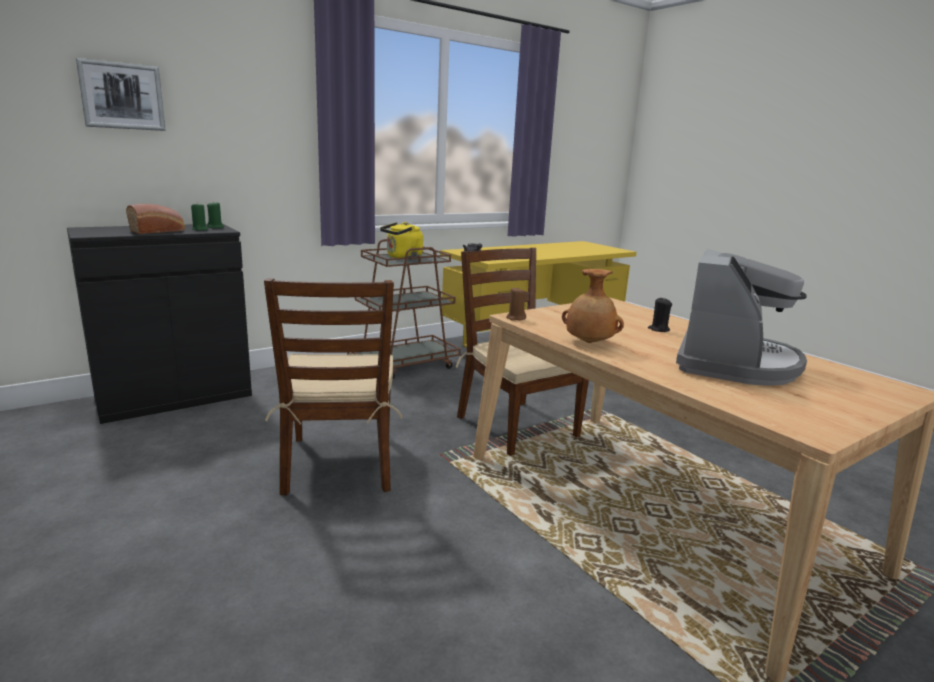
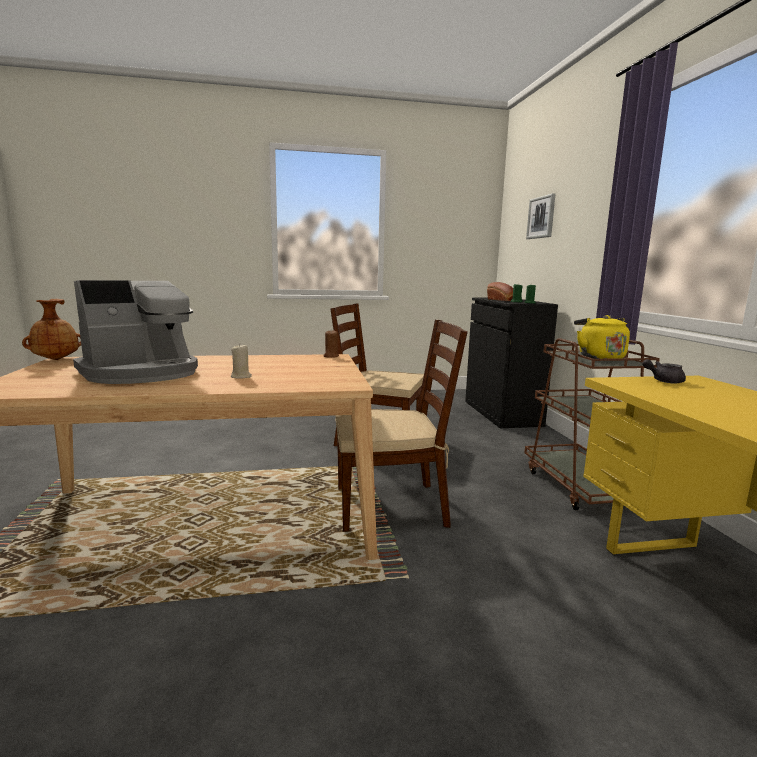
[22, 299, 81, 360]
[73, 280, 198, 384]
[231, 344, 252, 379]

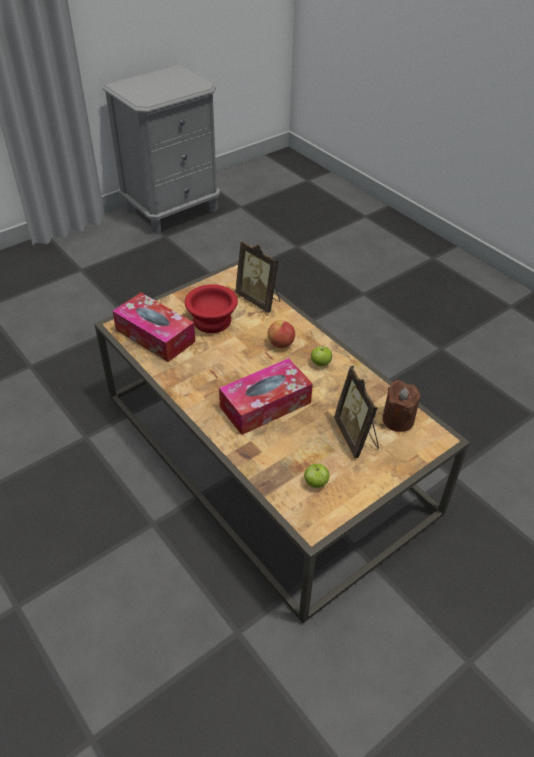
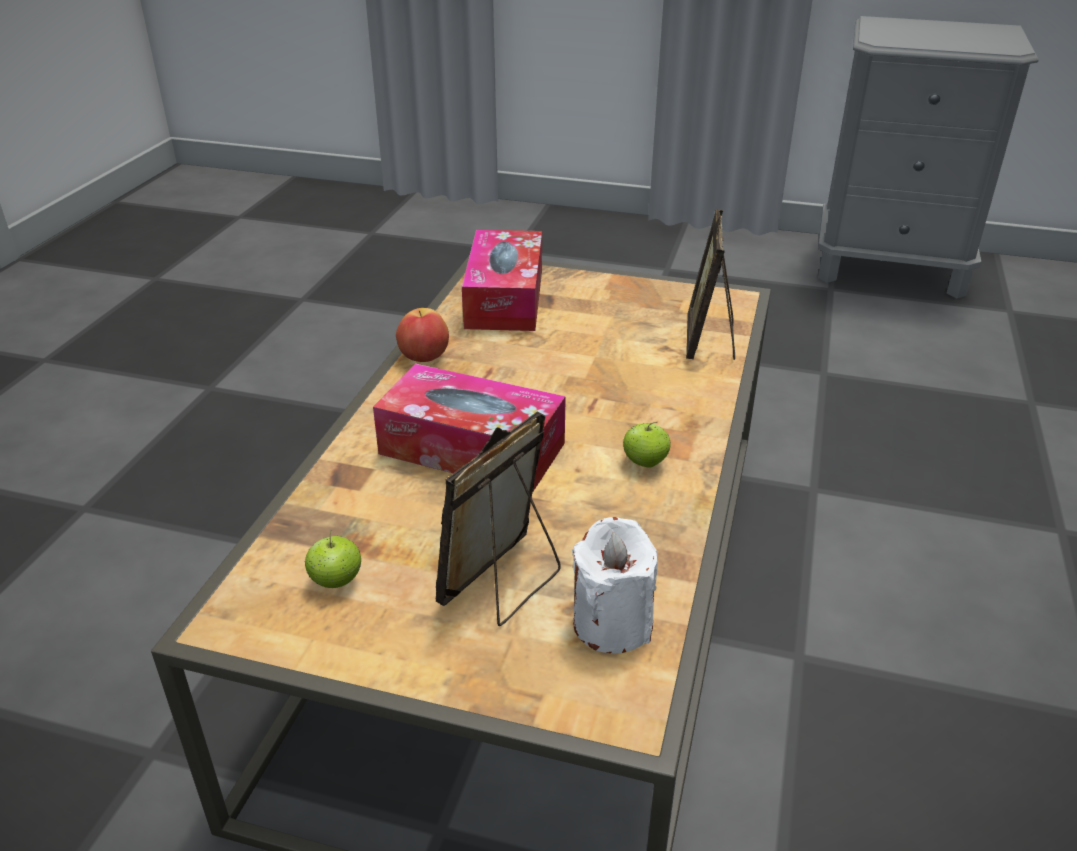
[396, 308, 449, 362]
[572, 517, 658, 653]
[185, 284, 238, 333] (first image)

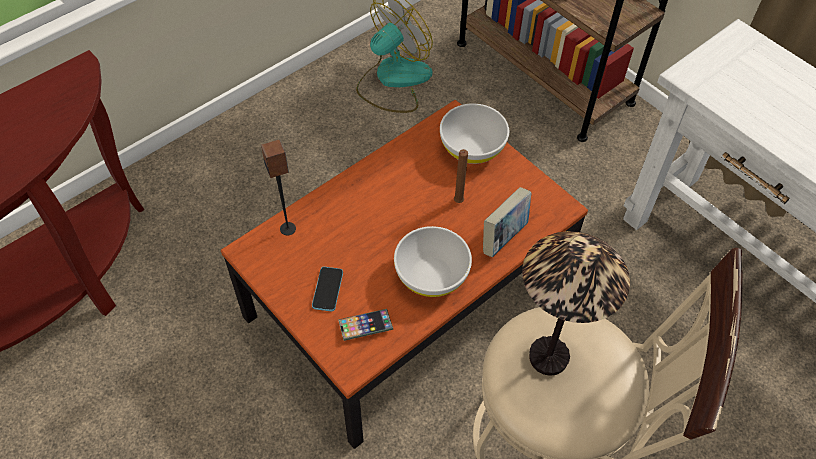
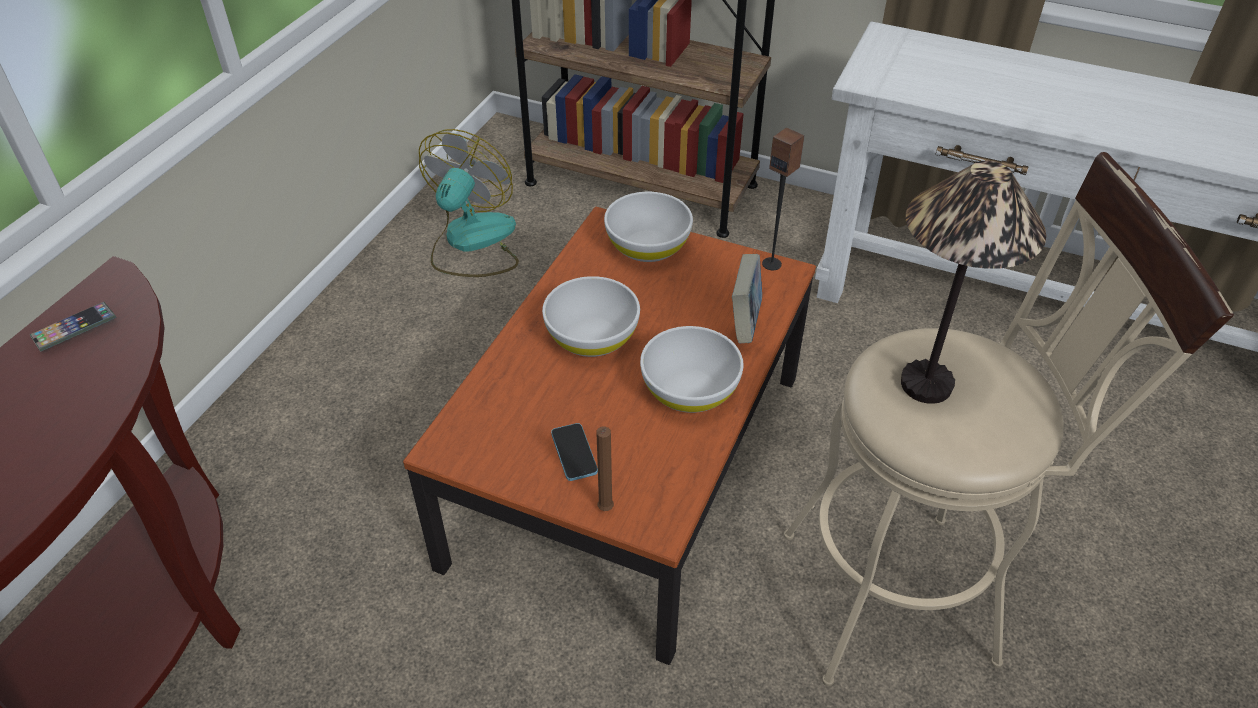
[29, 302, 117, 352]
[542, 276, 640, 357]
[596, 426, 614, 511]
[762, 128, 805, 270]

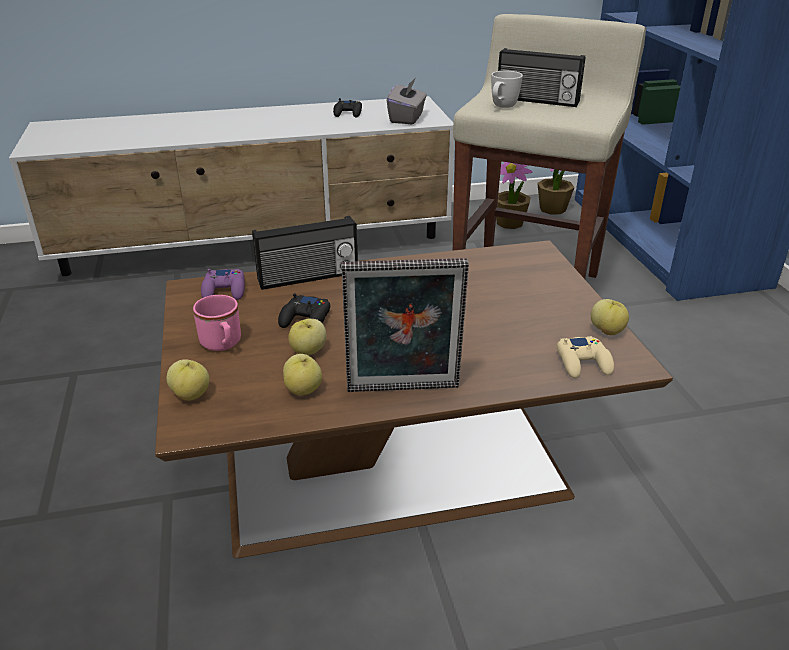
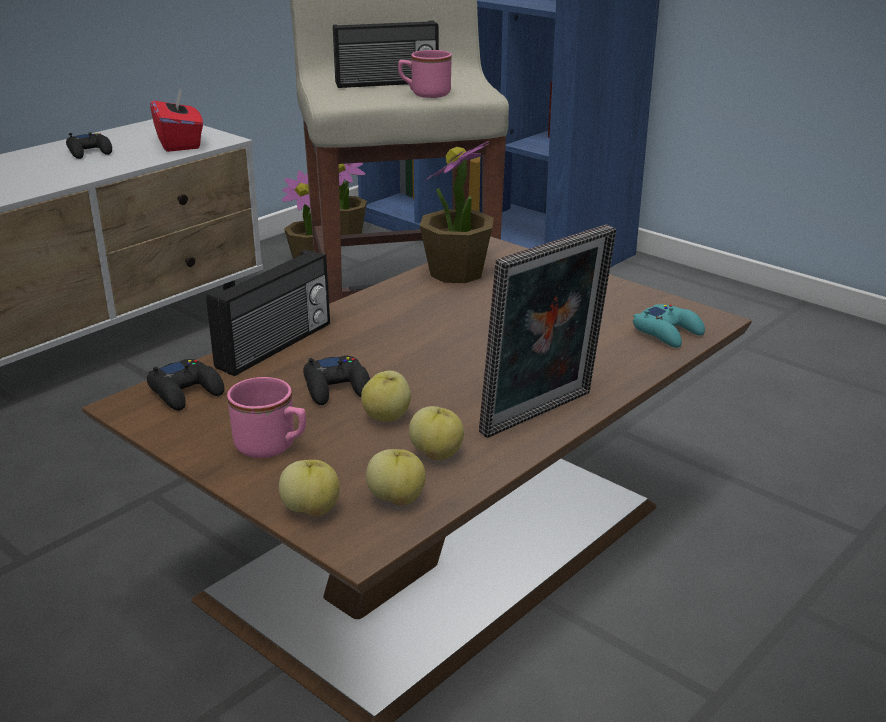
[147, 359, 224, 411]
[150, 88, 203, 152]
[366, 449, 426, 505]
[398, 50, 452, 98]
[420, 141, 494, 283]
[633, 304, 705, 348]
[491, 71, 523, 108] (first image)

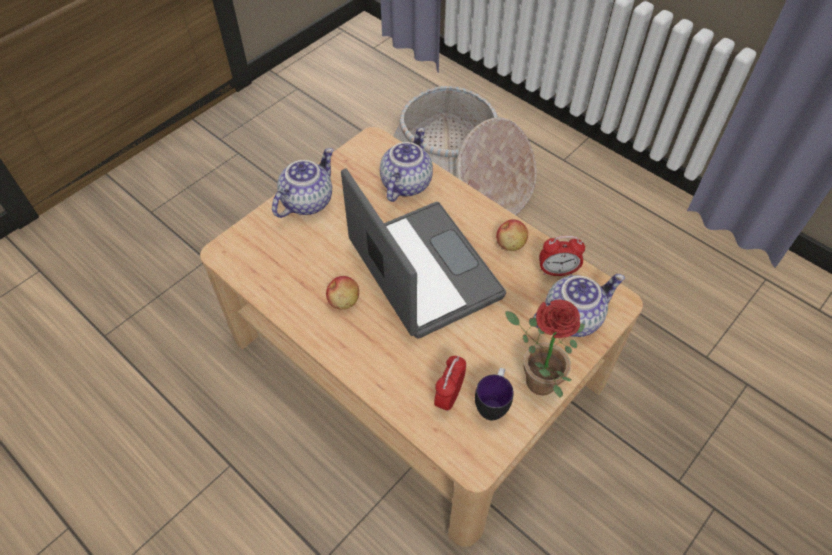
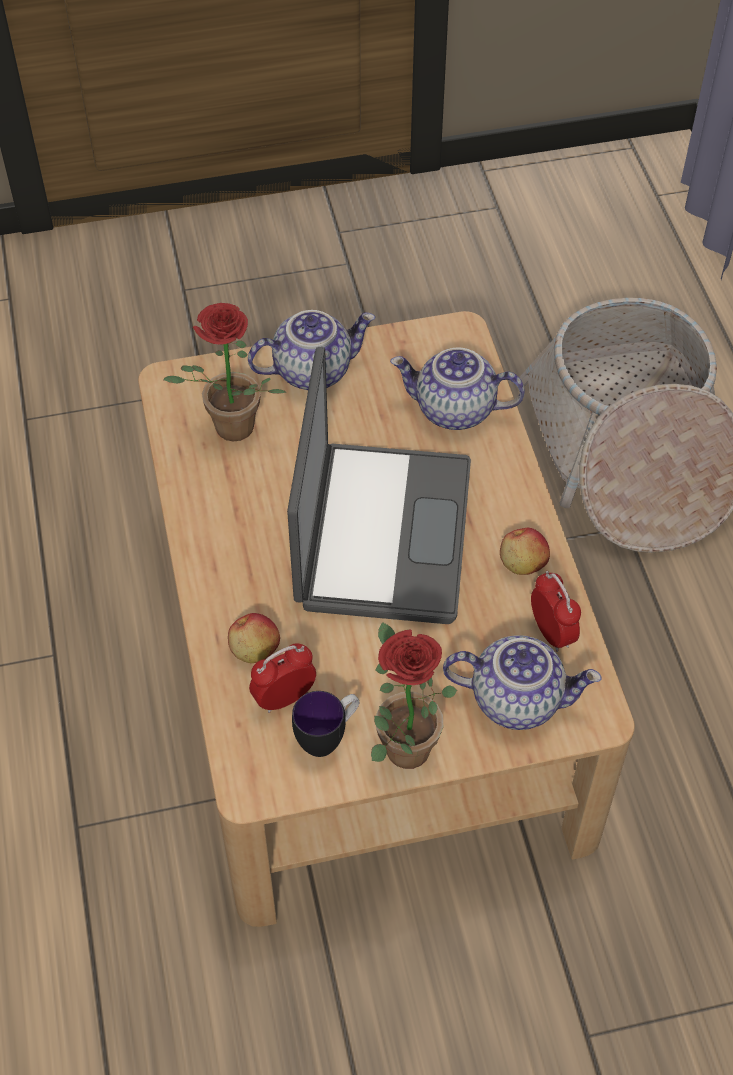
[164, 303, 286, 442]
[228, 613, 280, 663]
[390, 348, 525, 430]
[531, 571, 581, 652]

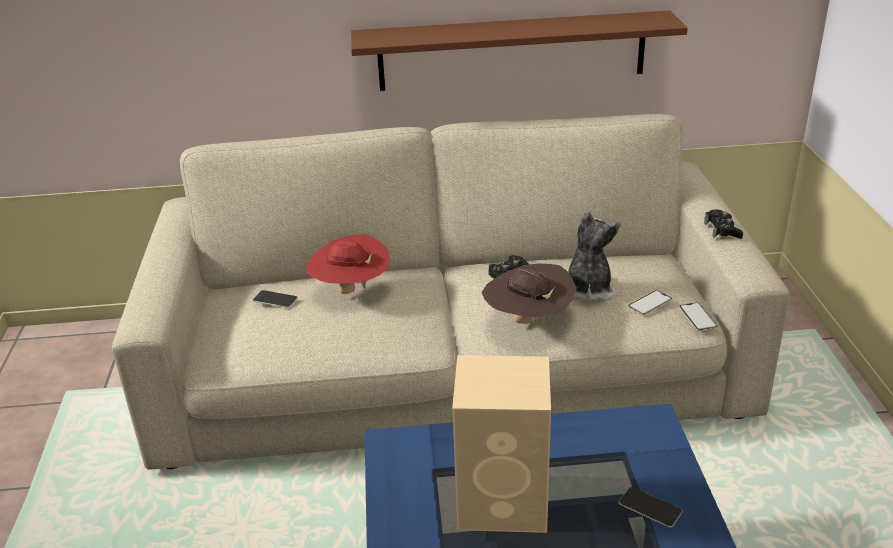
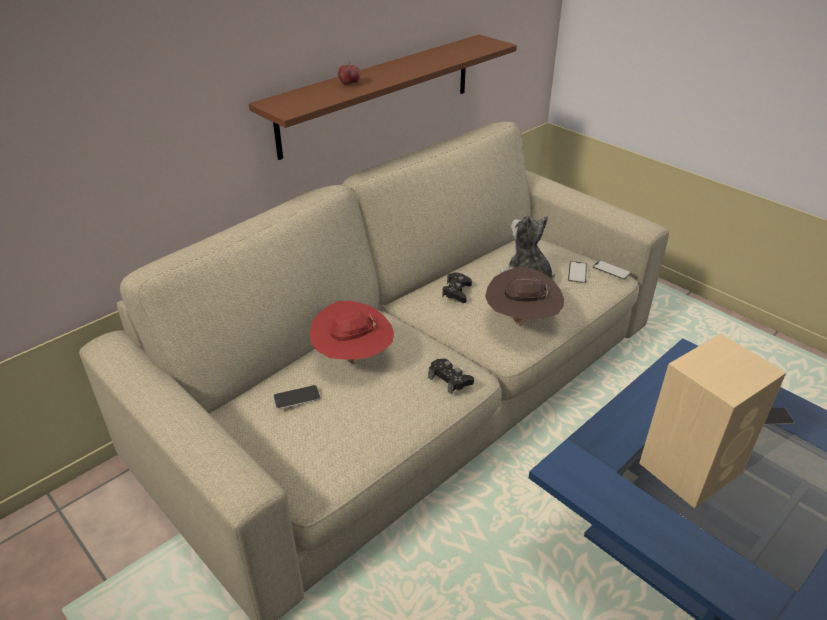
[338, 61, 360, 85]
[428, 359, 474, 394]

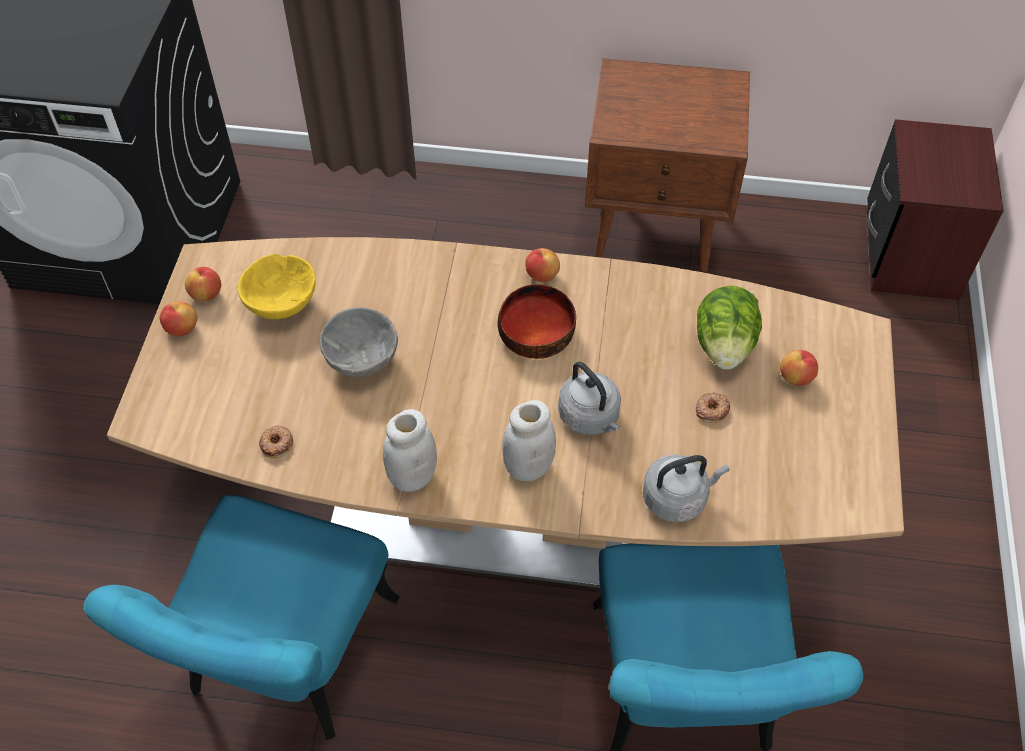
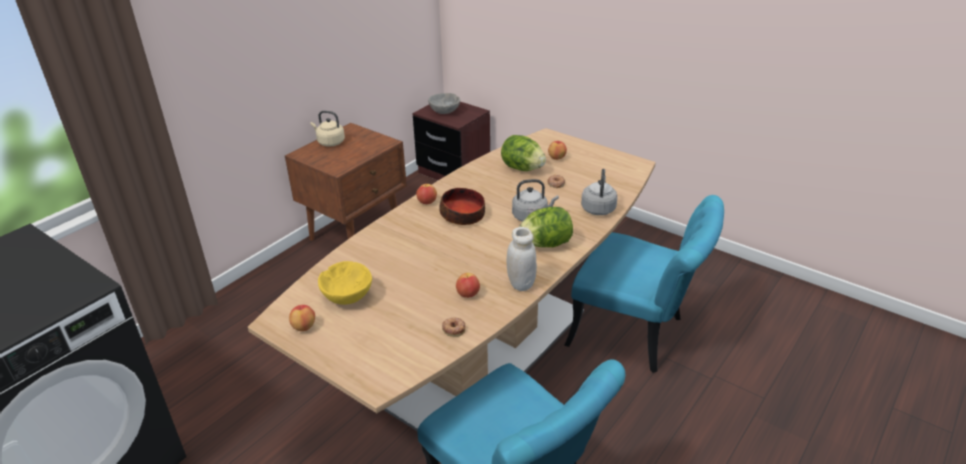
[310, 111, 345, 147]
[428, 93, 460, 114]
[456, 273, 480, 298]
[519, 207, 573, 247]

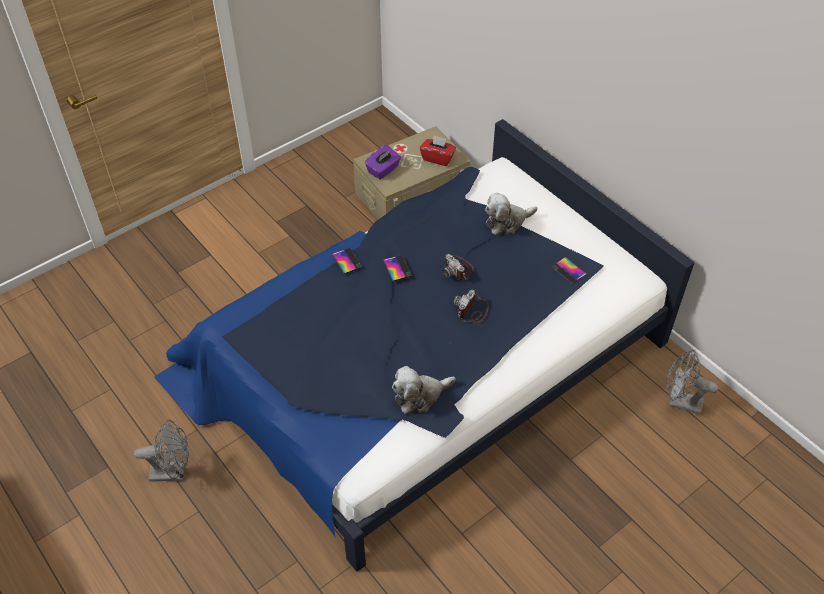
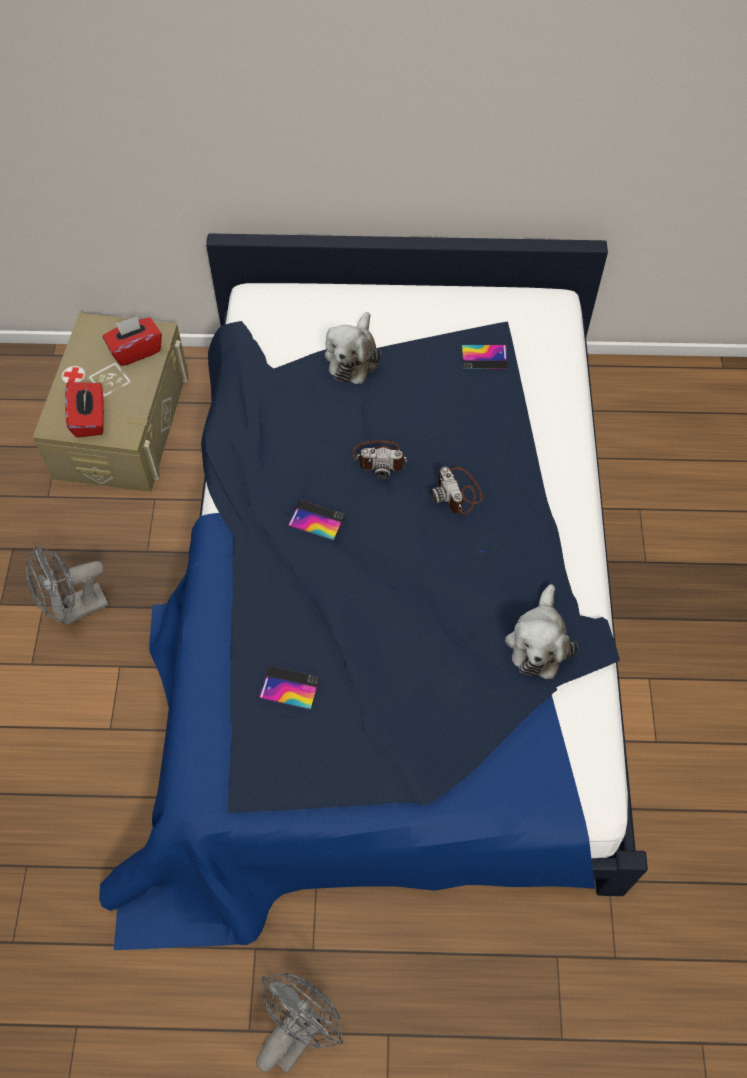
[26, 545, 109, 625]
[65, 382, 104, 438]
[259, 666, 320, 710]

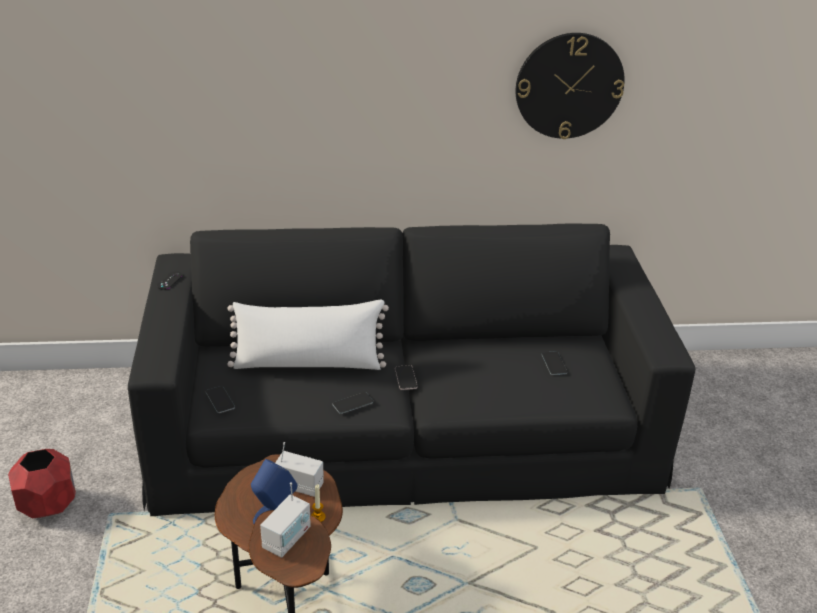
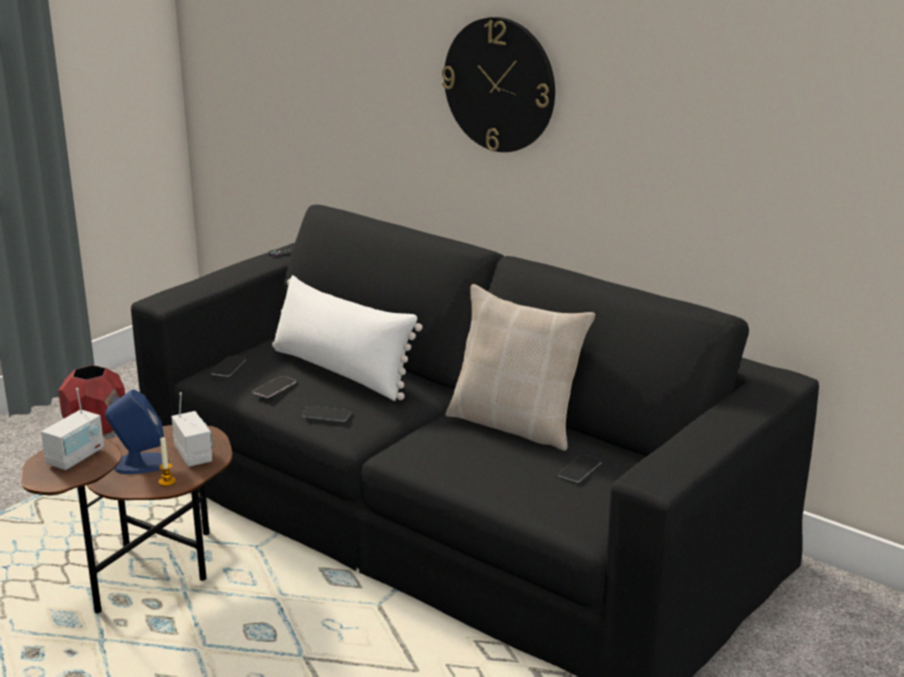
[41, 388, 104, 470]
[252, 376, 296, 398]
[442, 17, 555, 152]
[446, 284, 595, 451]

